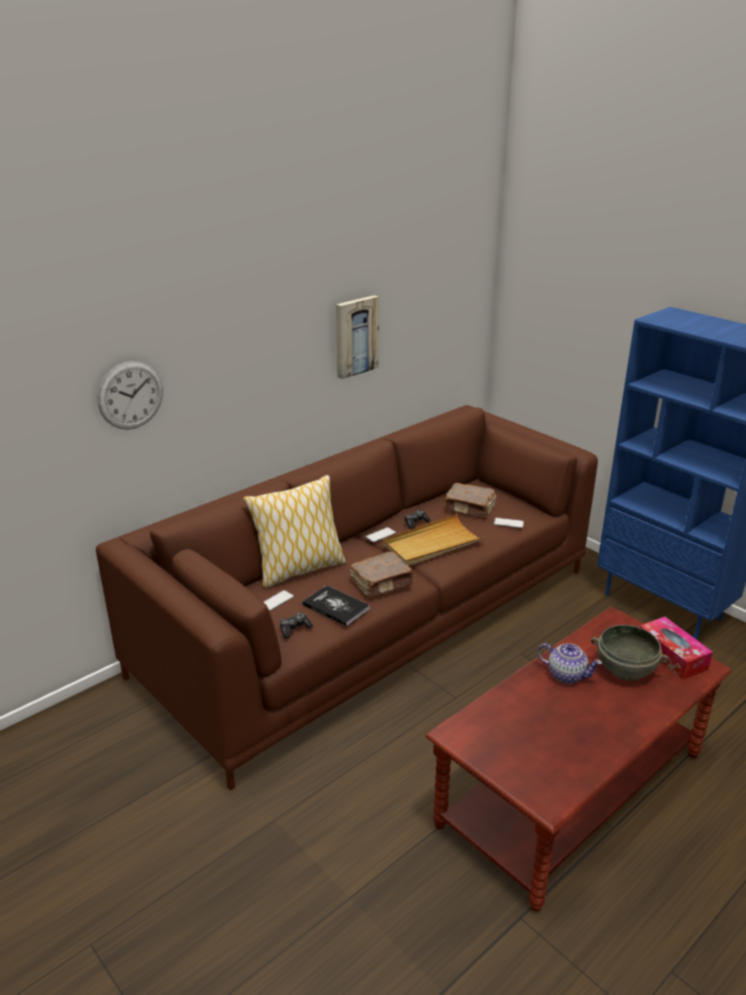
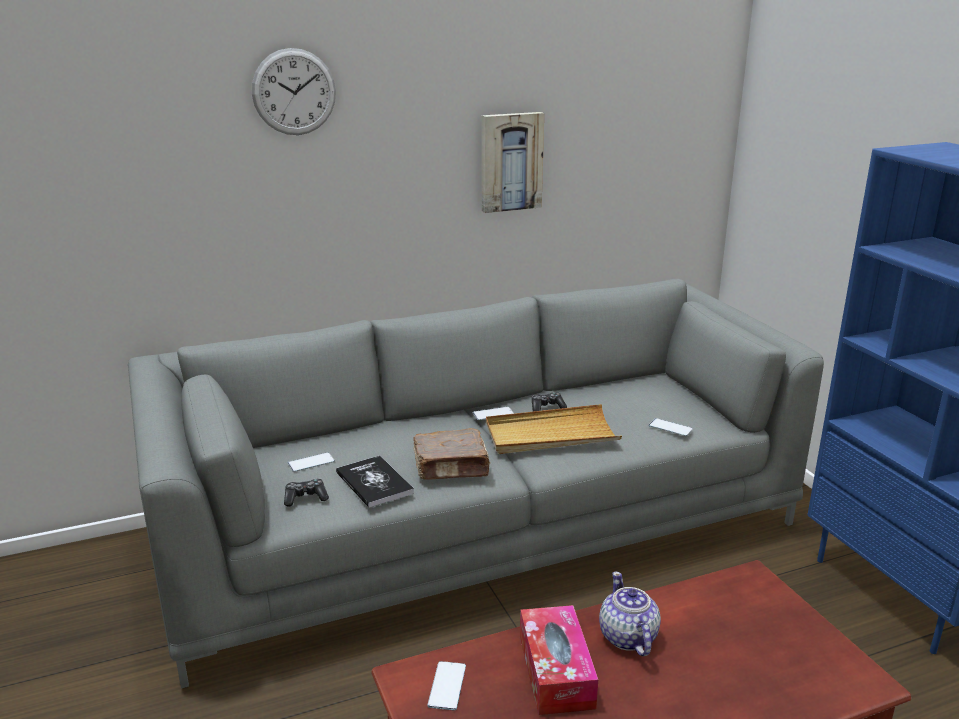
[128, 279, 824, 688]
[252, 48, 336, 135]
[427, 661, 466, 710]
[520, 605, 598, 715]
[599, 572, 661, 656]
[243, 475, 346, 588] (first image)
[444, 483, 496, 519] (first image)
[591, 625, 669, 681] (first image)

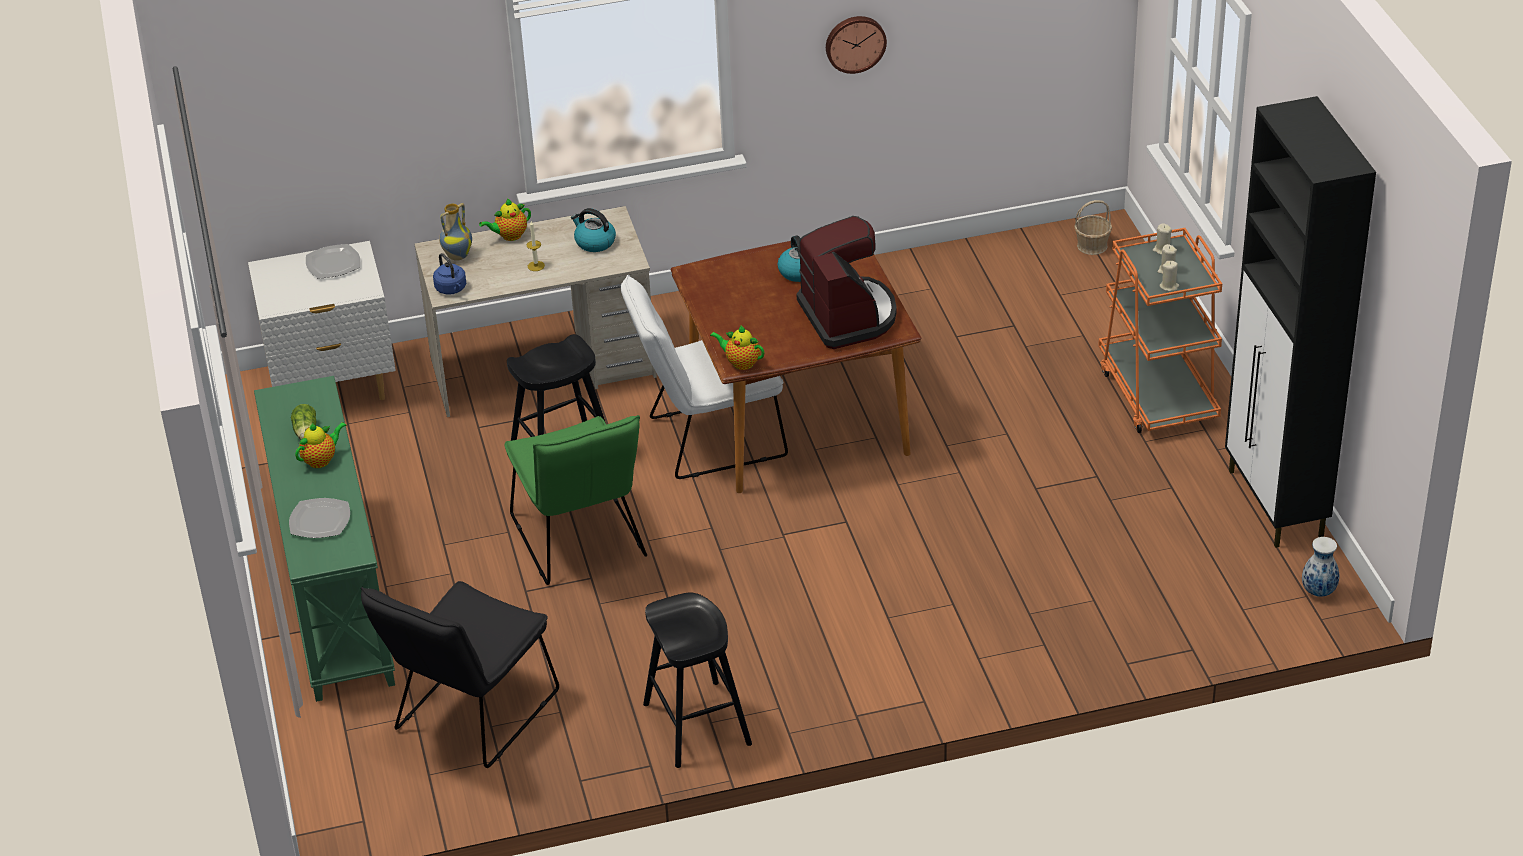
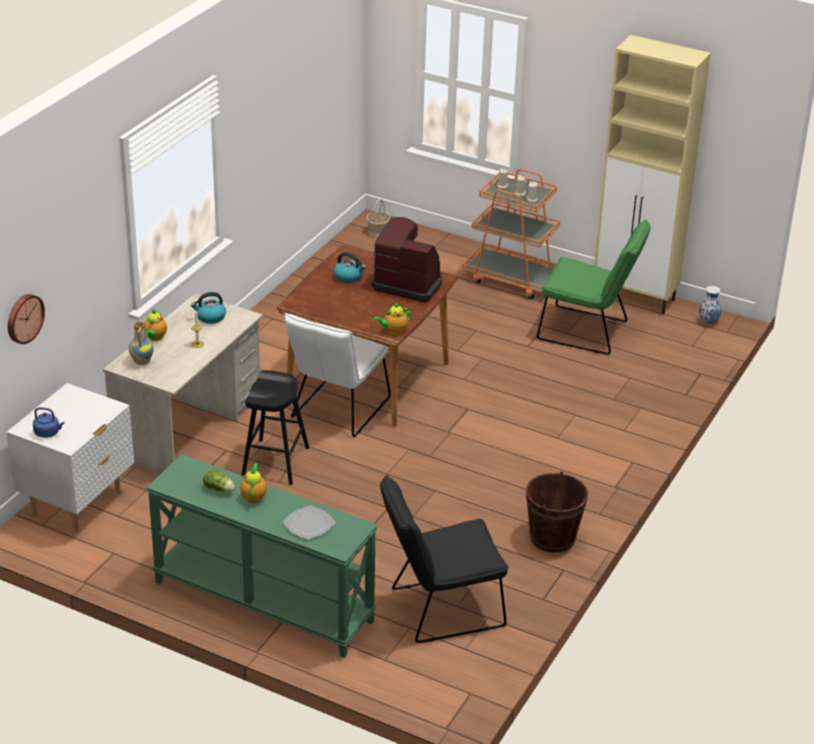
[8, 294, 45, 344]
[33, 407, 64, 438]
[380, 475, 509, 643]
[526, 471, 588, 552]
[537, 220, 651, 355]
[594, 35, 711, 314]
[306, 244, 360, 279] (first image)

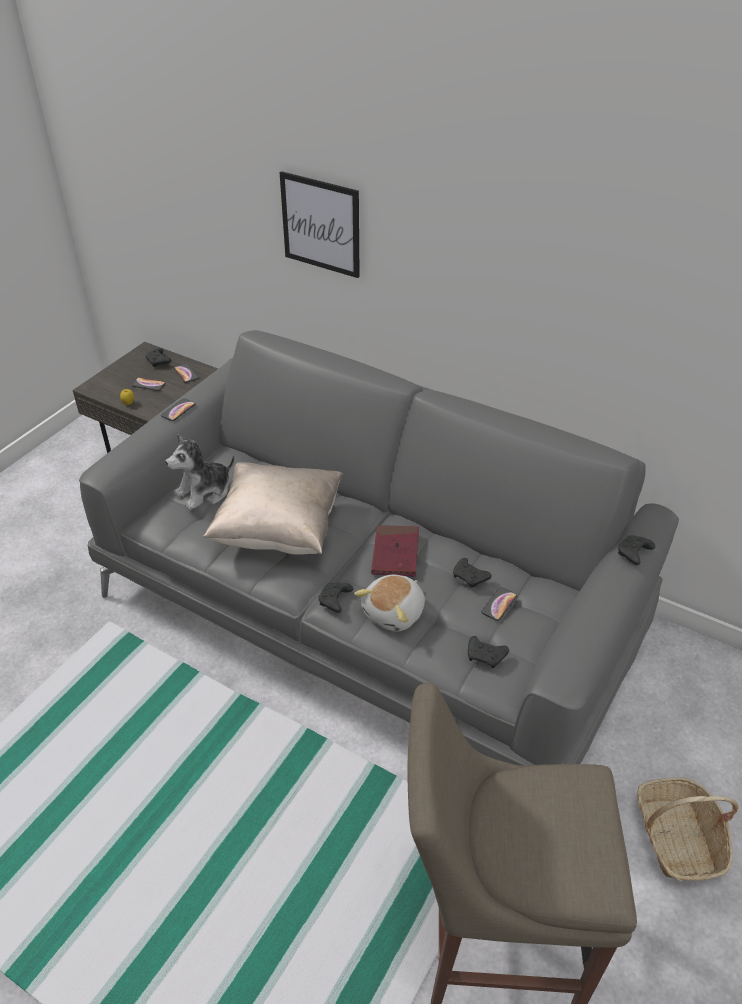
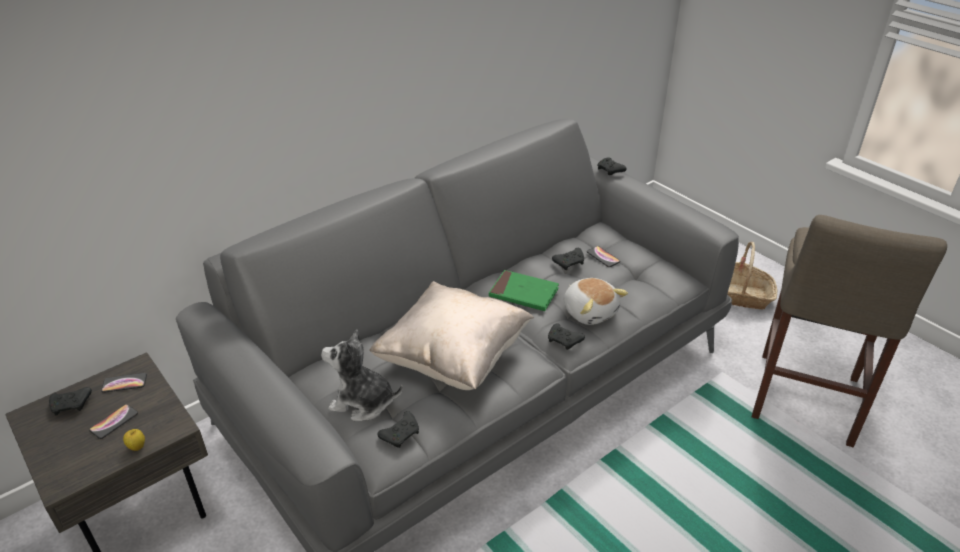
[321, 329, 403, 421]
[377, 411, 419, 448]
[489, 270, 559, 311]
[161, 398, 195, 421] (first image)
[280, 171, 360, 278] (first image)

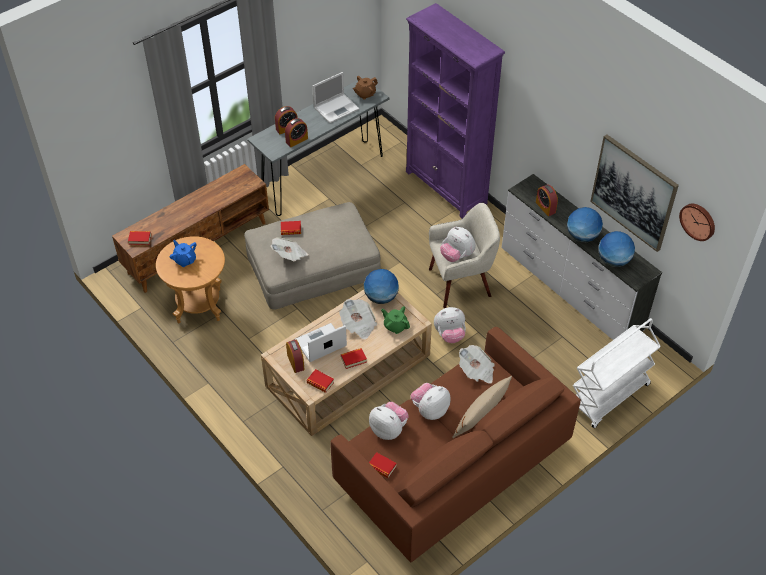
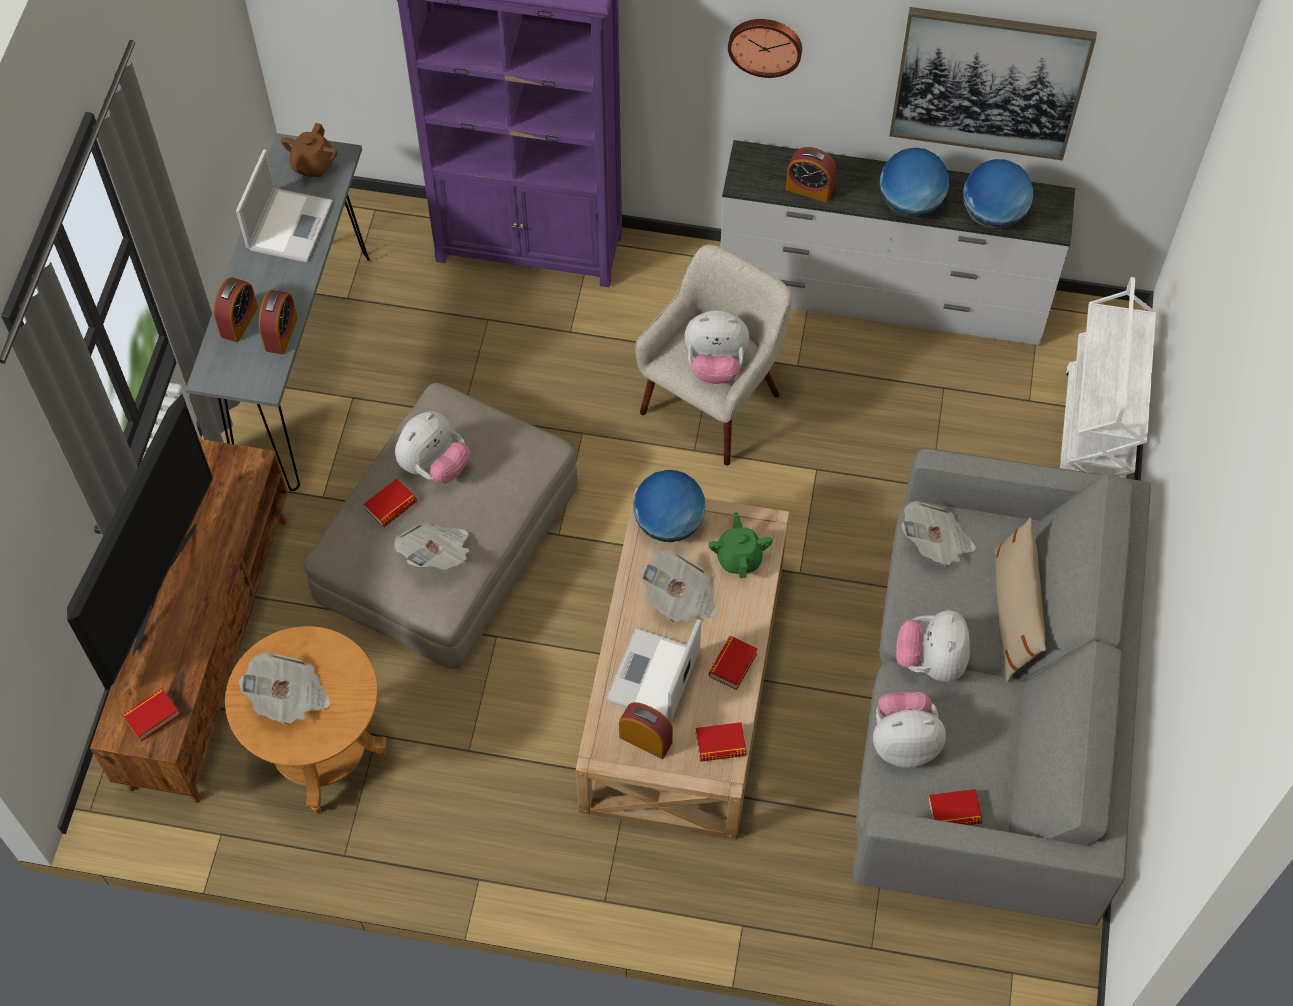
[67, 394, 212, 691]
[239, 652, 331, 725]
[395, 411, 470, 483]
[709, 512, 772, 578]
[728, 19, 802, 78]
[853, 449, 1151, 925]

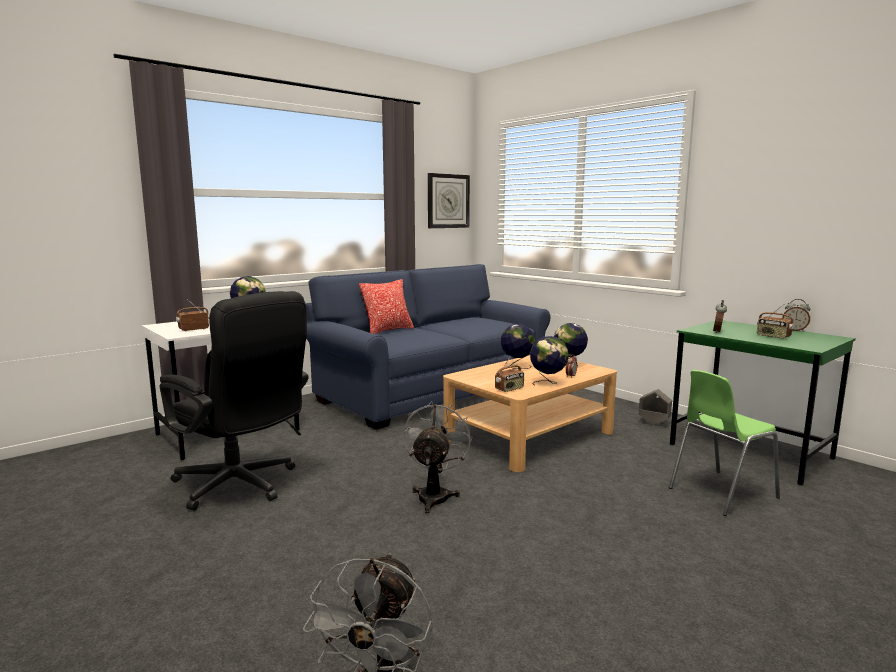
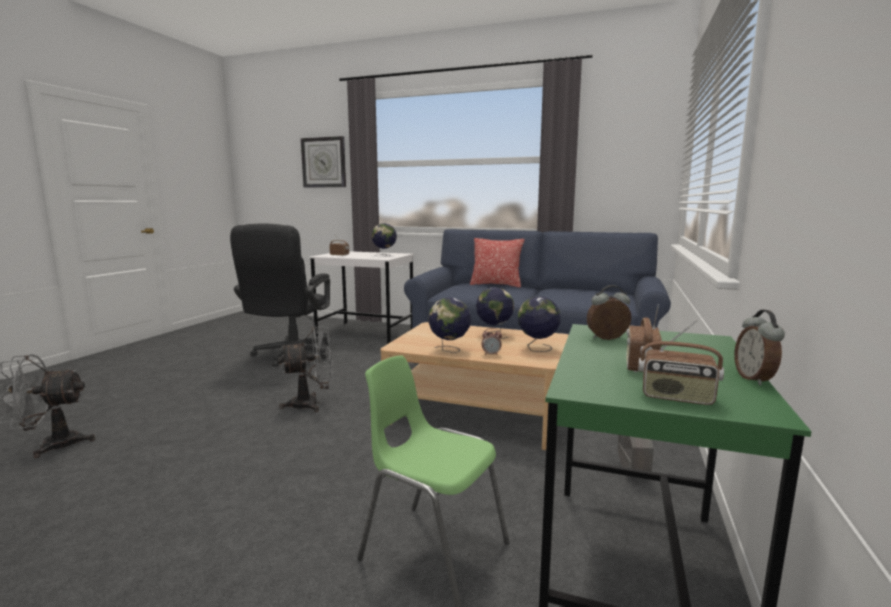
[301, 136, 346, 188]
[638, 320, 724, 405]

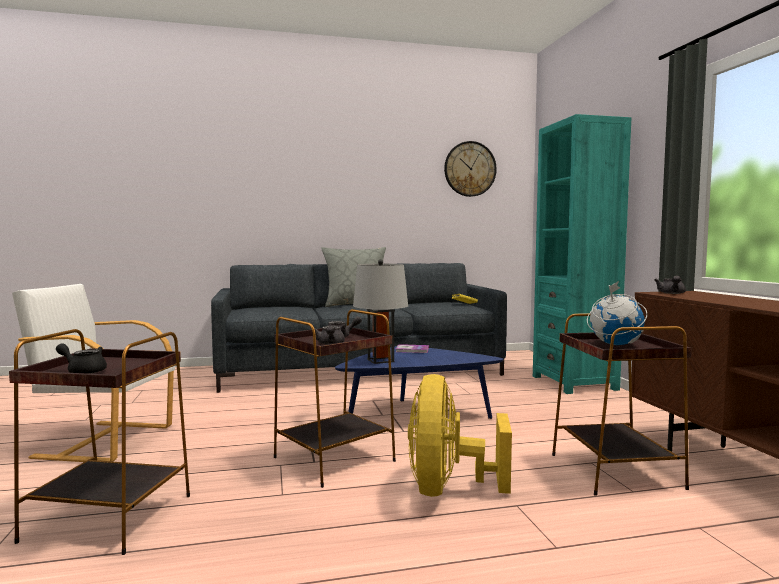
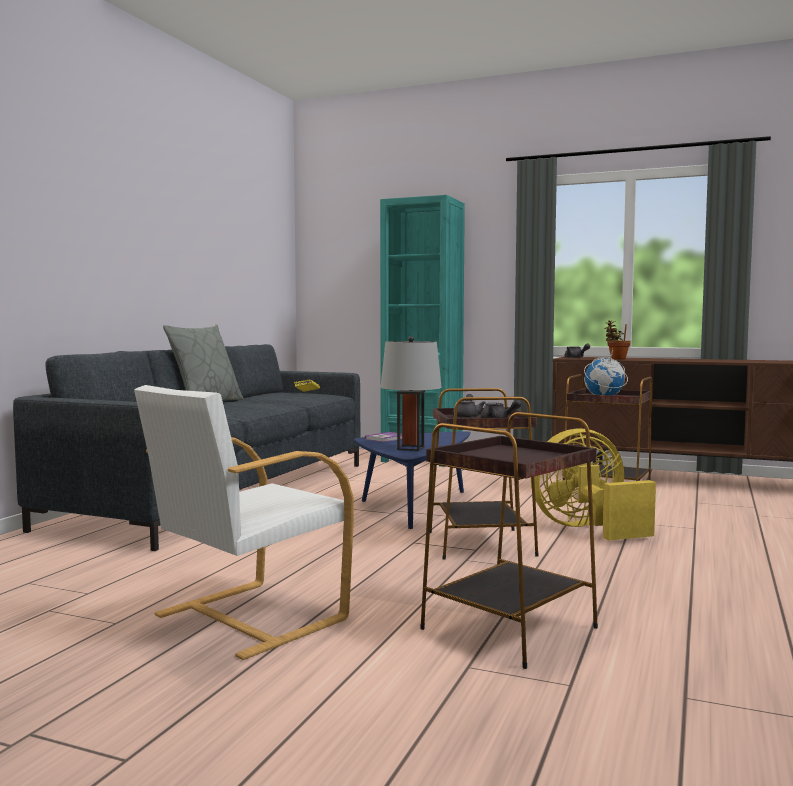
[531, 428, 656, 541]
[605, 320, 631, 360]
[56, 343, 107, 374] (first image)
[444, 141, 497, 197] (first image)

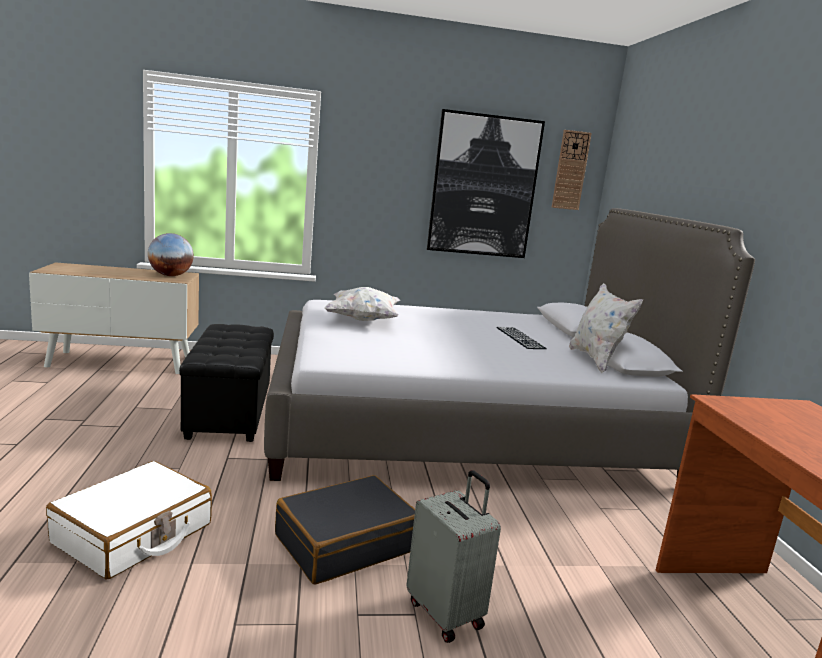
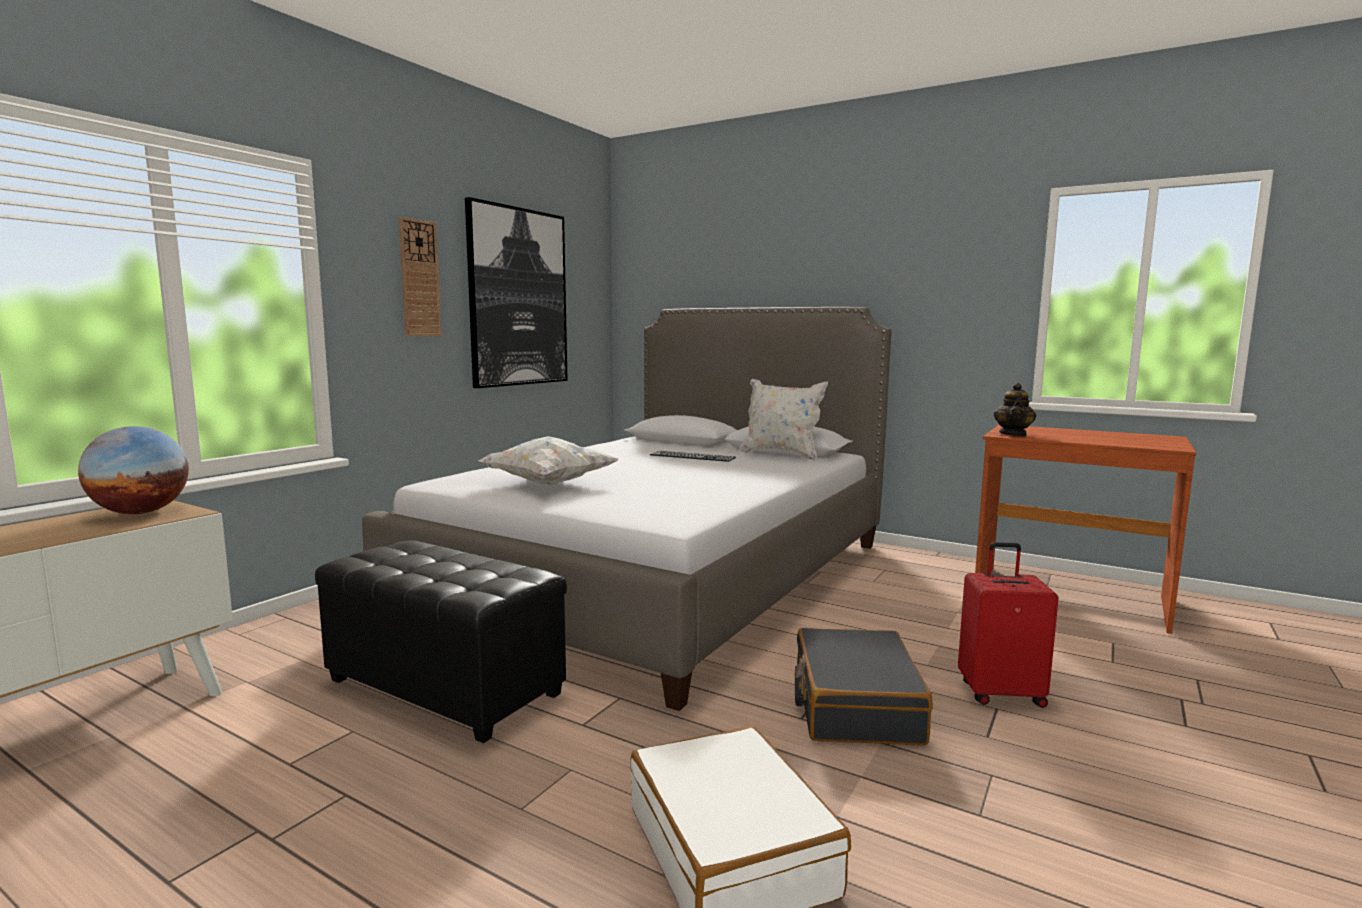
[399, 217, 442, 336]
[958, 542, 1059, 708]
[993, 383, 1036, 436]

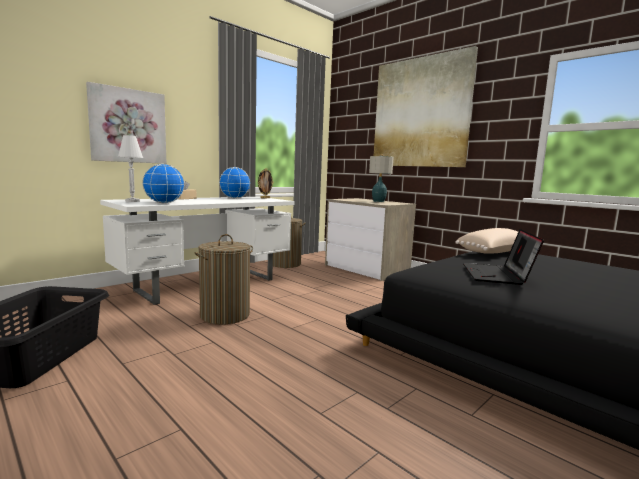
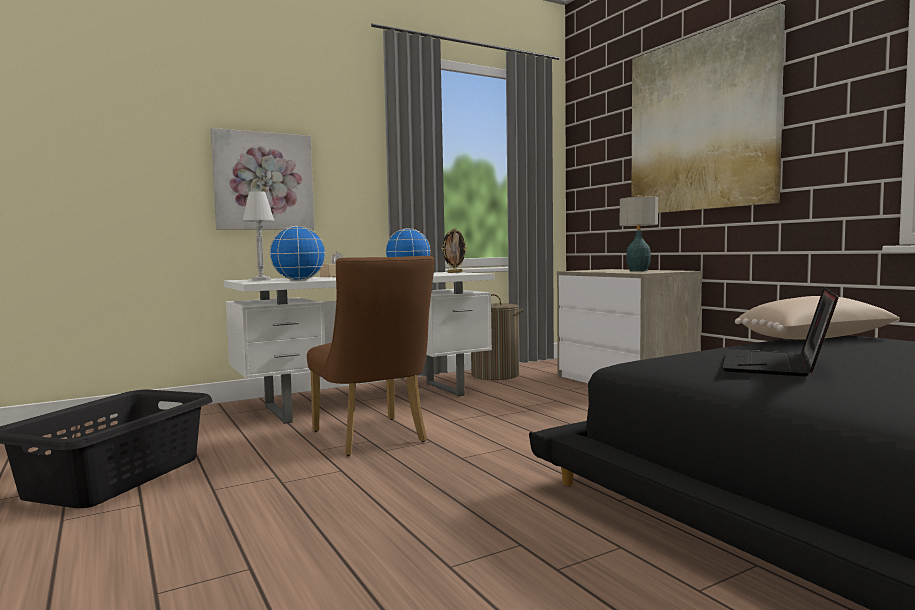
[307, 256, 435, 456]

